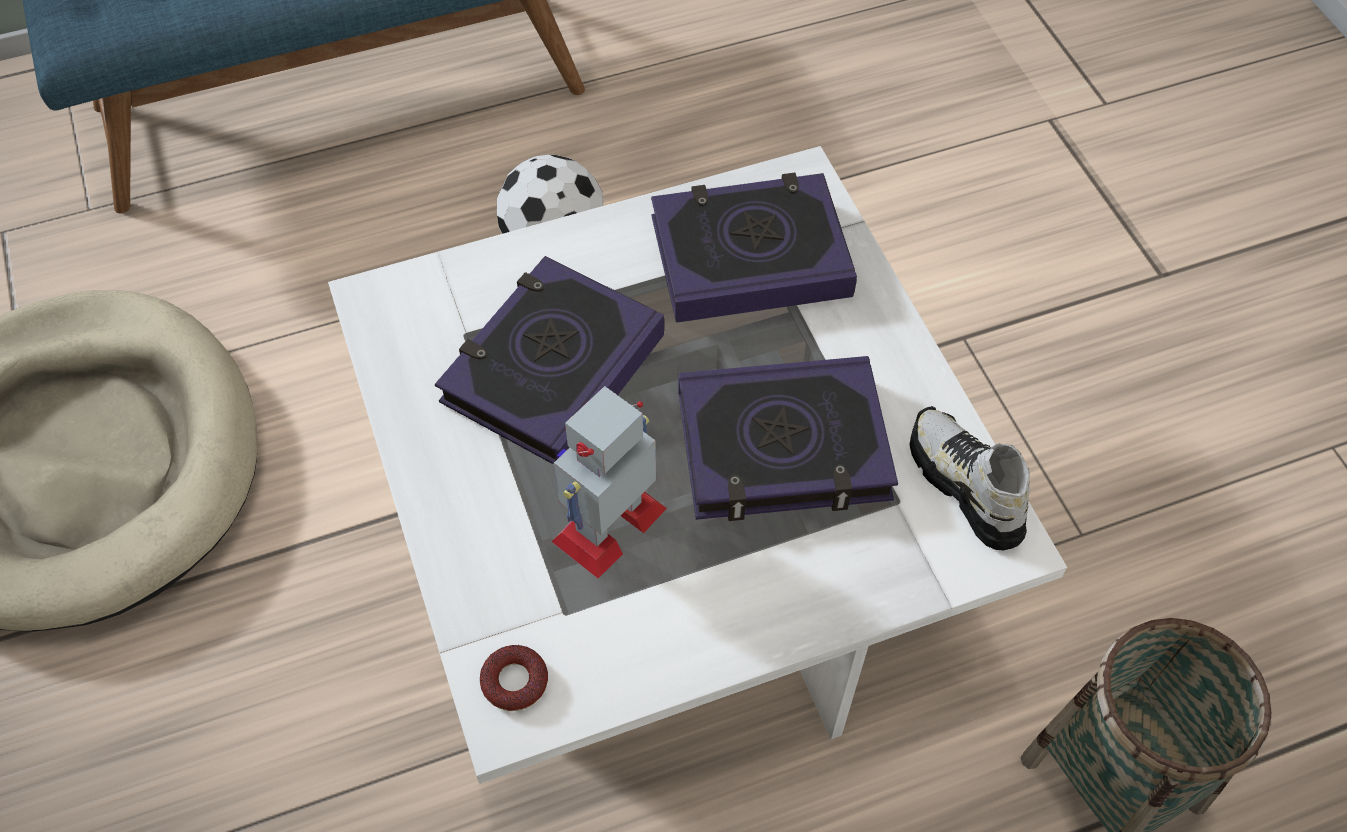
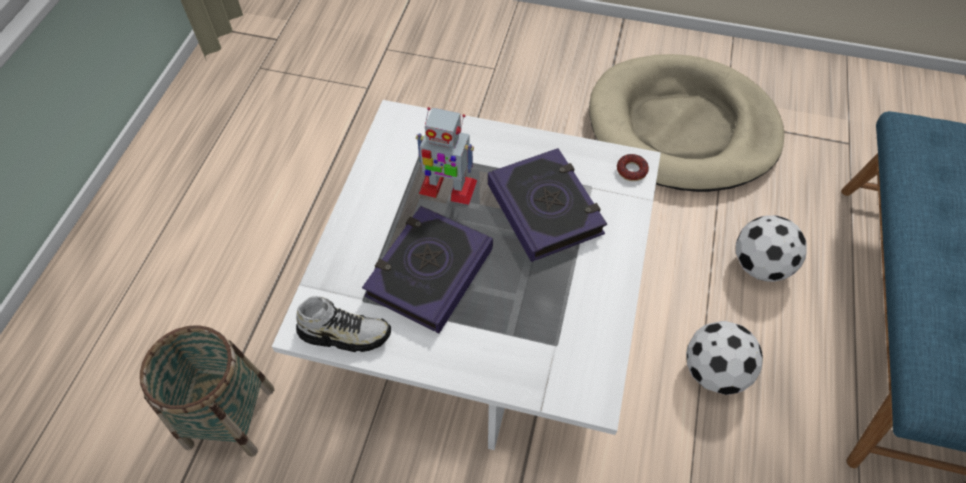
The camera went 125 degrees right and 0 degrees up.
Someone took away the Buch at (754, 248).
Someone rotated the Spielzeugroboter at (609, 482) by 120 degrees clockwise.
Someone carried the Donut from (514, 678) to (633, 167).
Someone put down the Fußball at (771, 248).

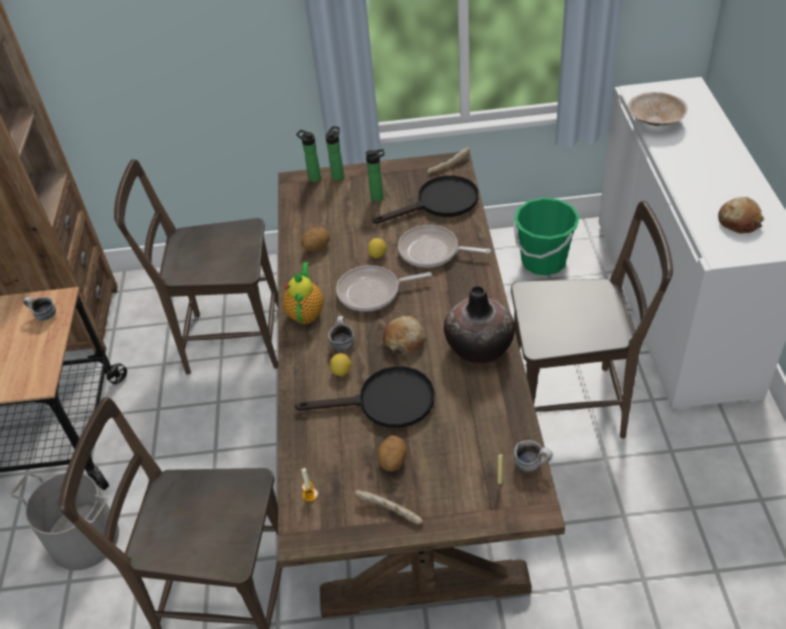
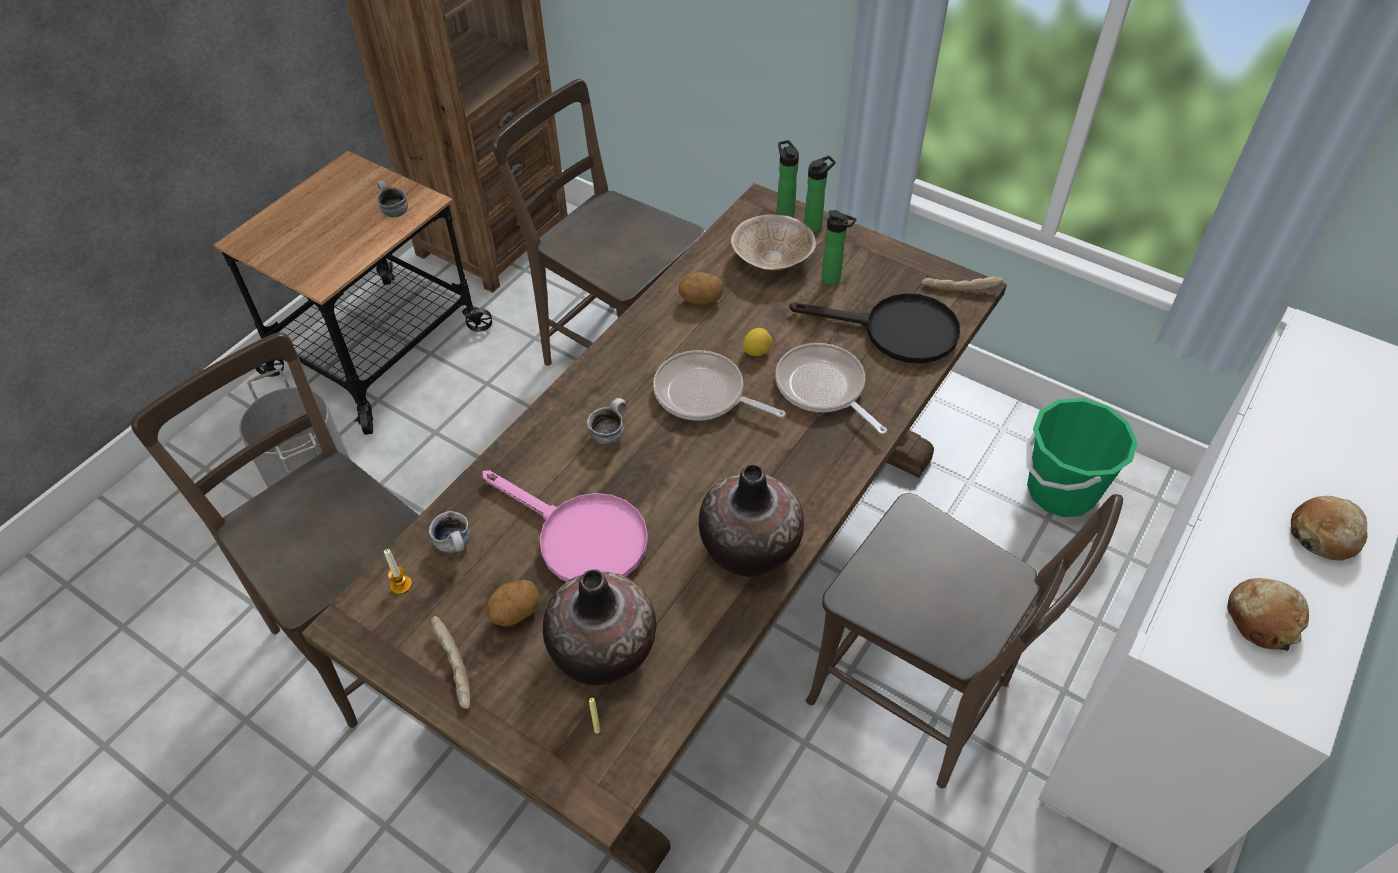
The camera went 35 degrees right and 5 degrees up.
Someone carried the Schüssel [beige] from (658, 109) to (773, 242).
Someone took away the Teekanne at (303, 293).
Someone carried the Brot from (404, 335) to (1329, 528).
Someone took away the Zitrone at (340, 364).
Someone repainted the Pfanne [schwarz] at (365, 397), which became the Pfanne [rosa] at (565, 526).
Someone carried the Henkelbecher from (533, 456) to (449, 532).
Someone put down the Vase at (599, 627).

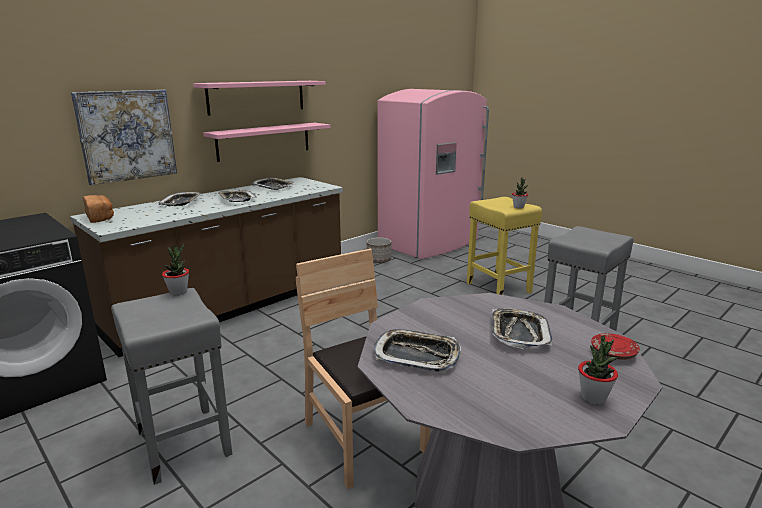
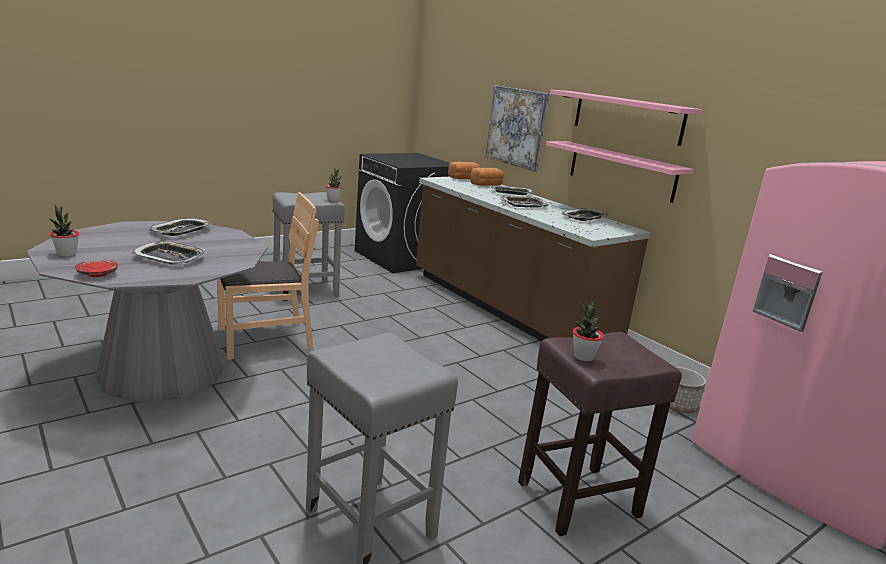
The camera went 95 degrees right and 0 degrees up.
Someone repainted the Hocker [gelb] at (504, 246), which became the Hocker [braun] at (600, 434).
Someone put down the Brot at (487, 177).

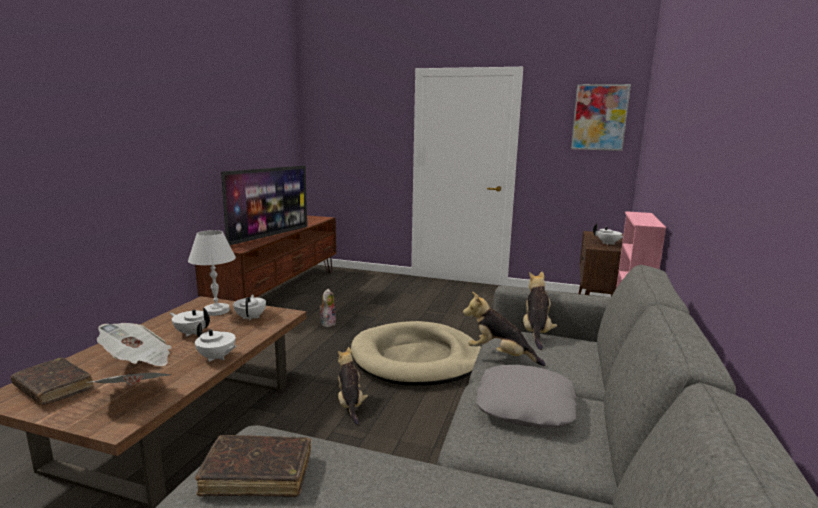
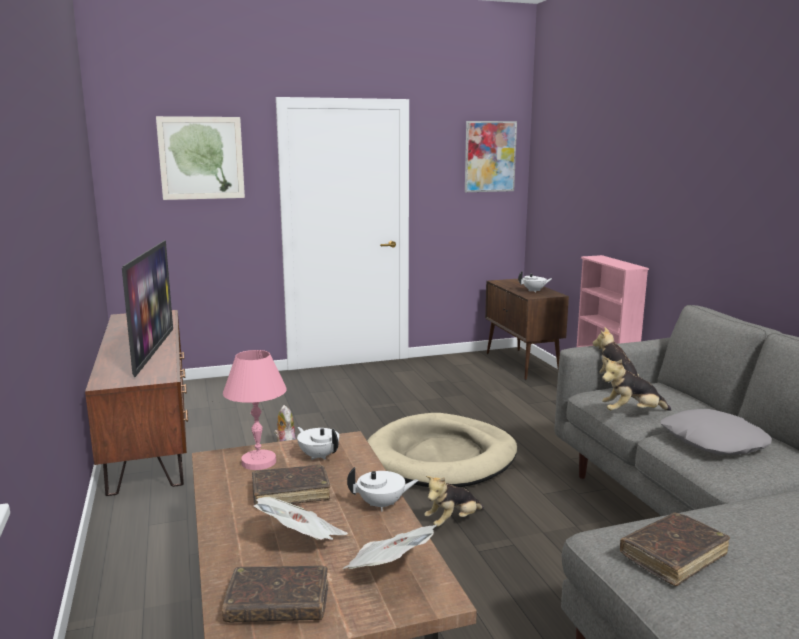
The camera went 35 degrees left and 0 degrees up.
Someone repainted the Tischlampe [weiß] at (212, 273), which became the Tischlampe [rosa] at (255, 410).
Someone swapped the Teekanne [weiß] at (190, 322) for the Buch [braun] at (291, 485).
Someone rotated the Plüschtier at (353, 386) by 75 degrees counterclockwise.
Someone put up the Bild at (200, 158).

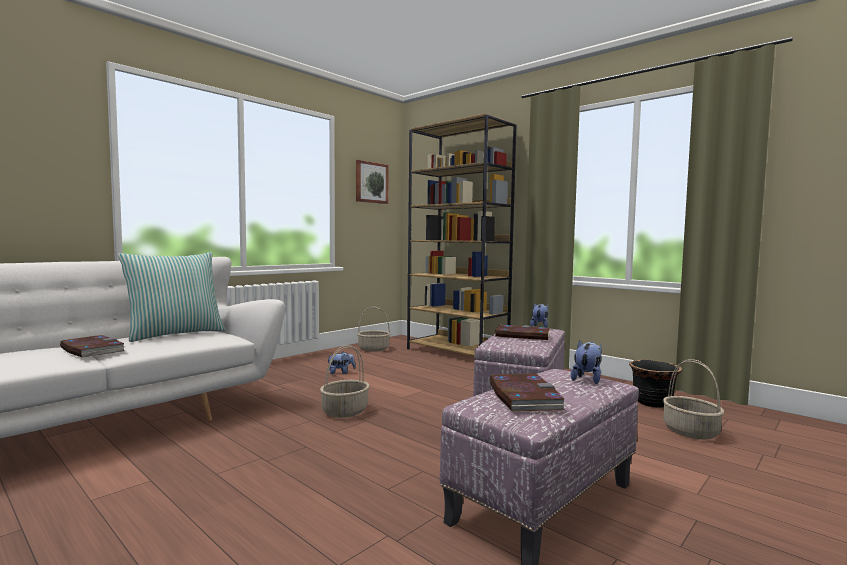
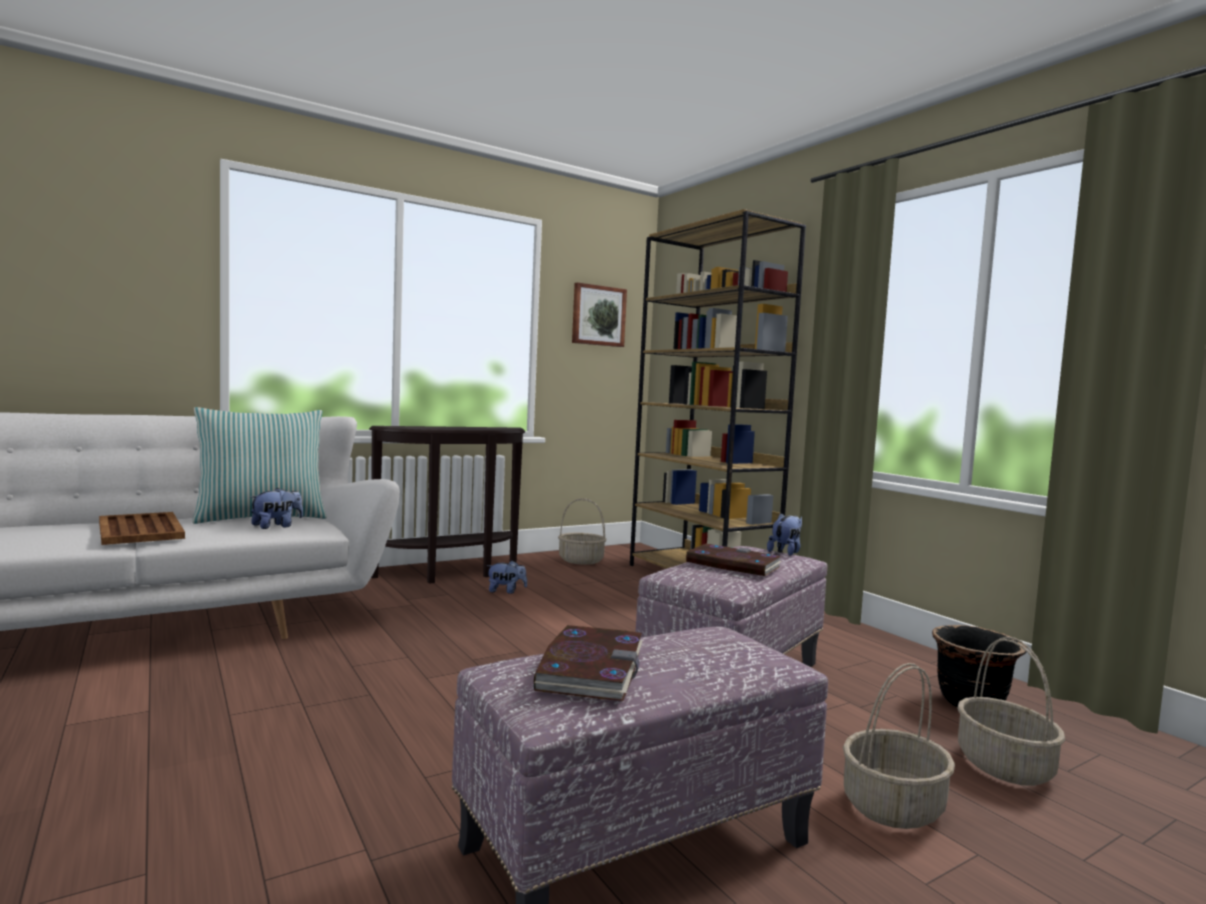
The camera went 15 degrees right and 0 degrees up.
Someone swapped the Buch at (92, 346) for the Tablett [braun] at (142, 528).
Someone carried the Plüschtier from (586, 362) to (276, 508).
Someone carried the Korb from (345, 381) to (899, 746).
Someone put down the Konsolentisch [braun] at (447, 505).

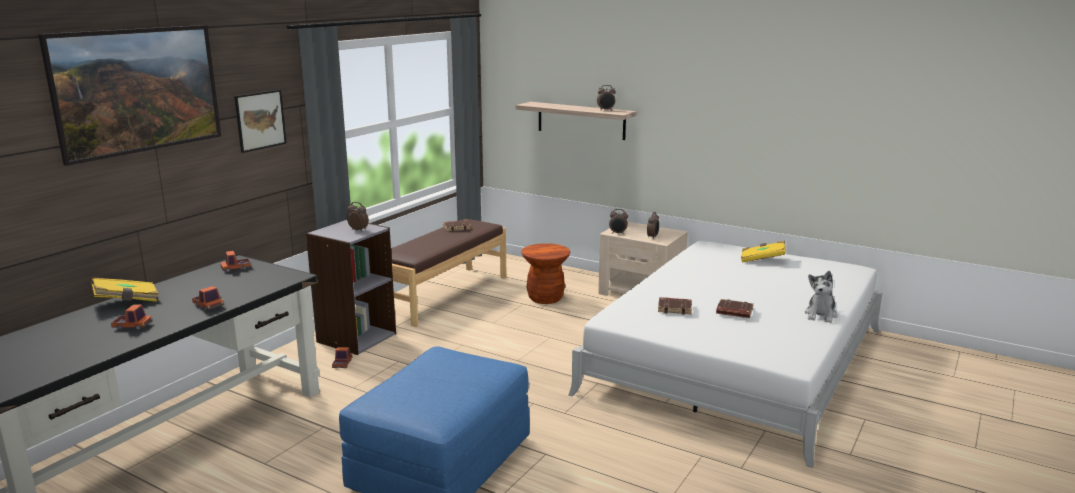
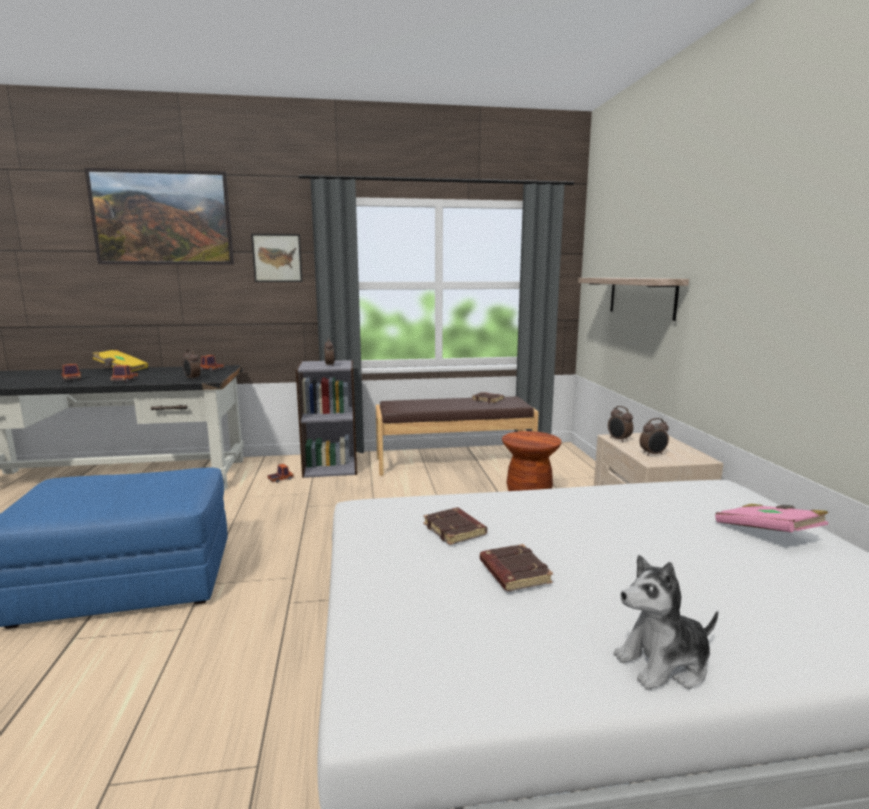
The camera went 50 degrees right and 5 degrees down.
Someone carried the Wecker from (606, 98) to (192, 364).
Someone repainted the Buch [gelb] at (763, 252), which became the Buch [rosa] at (772, 518).

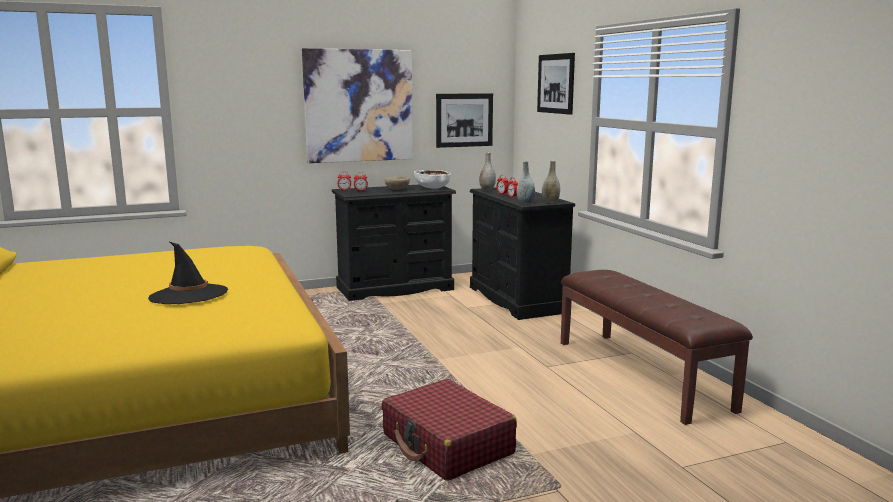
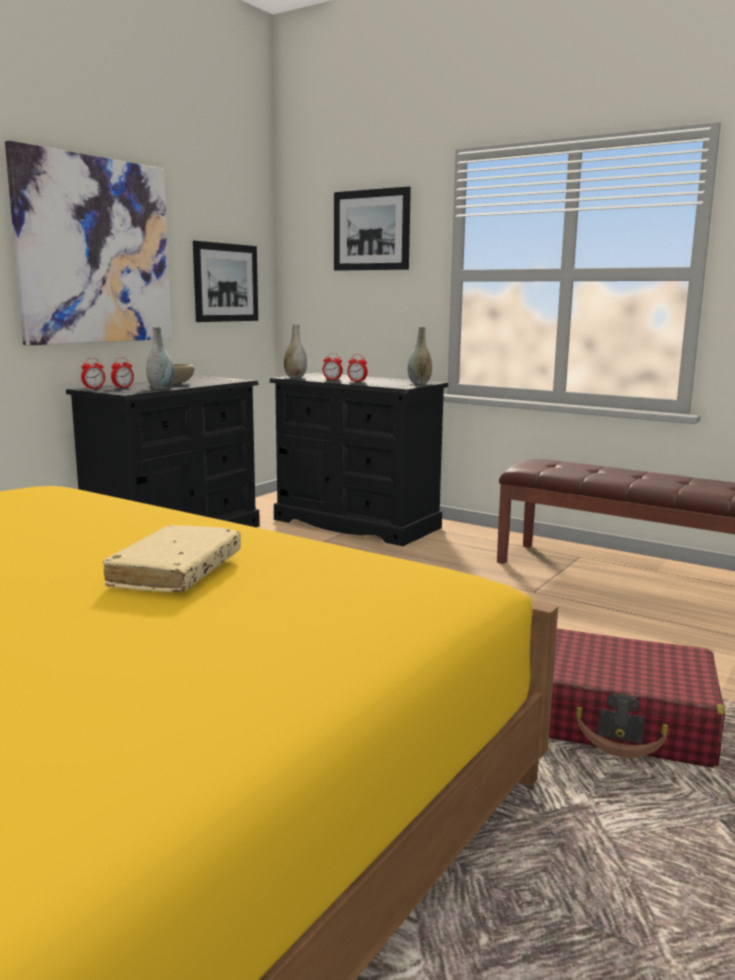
The camera went 35 degrees left and 0 degrees up.
Someone carried the Vase [grau] from (526, 182) to (160, 358).
Someone took away the Schüssel [weiß] at (432, 179).
Someone swapped the Hut [schwarz] at (188, 273) for the Buch [beige] at (171, 558).

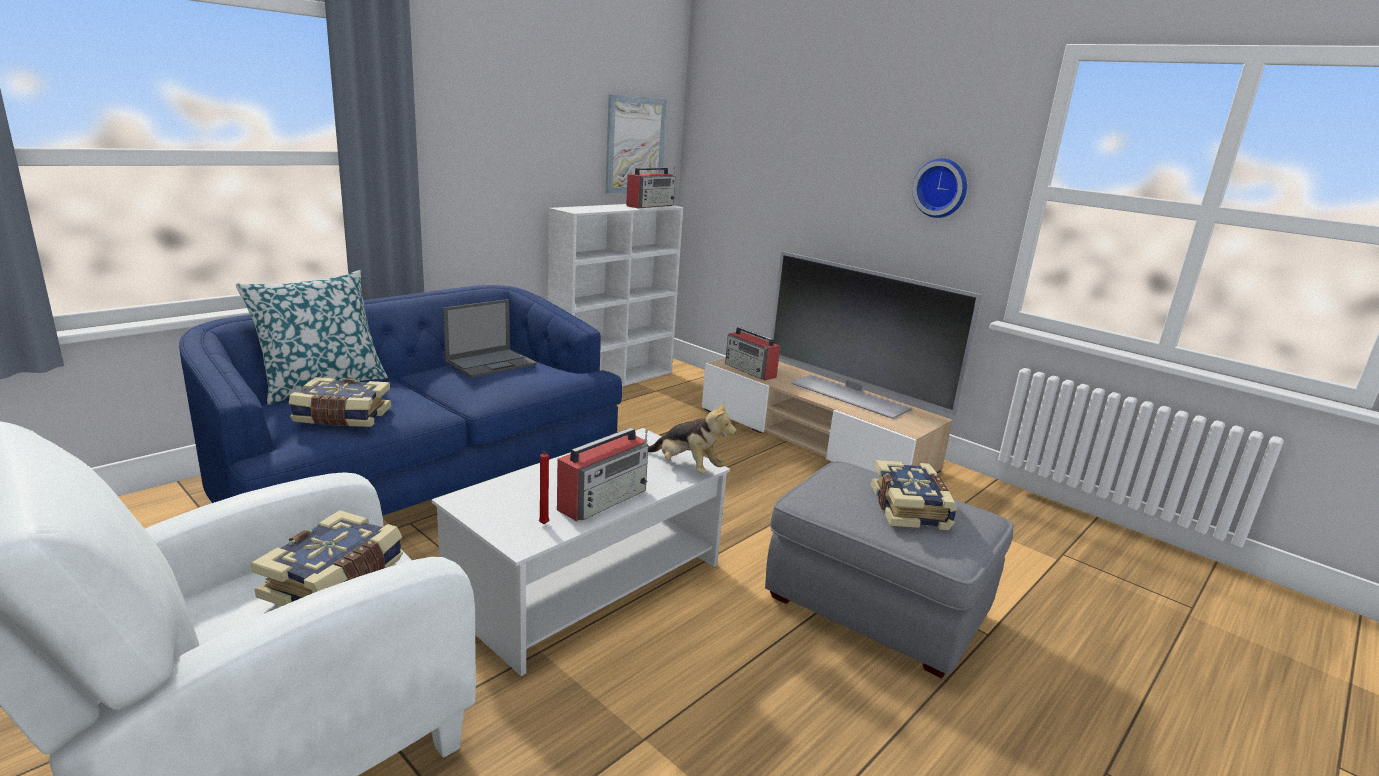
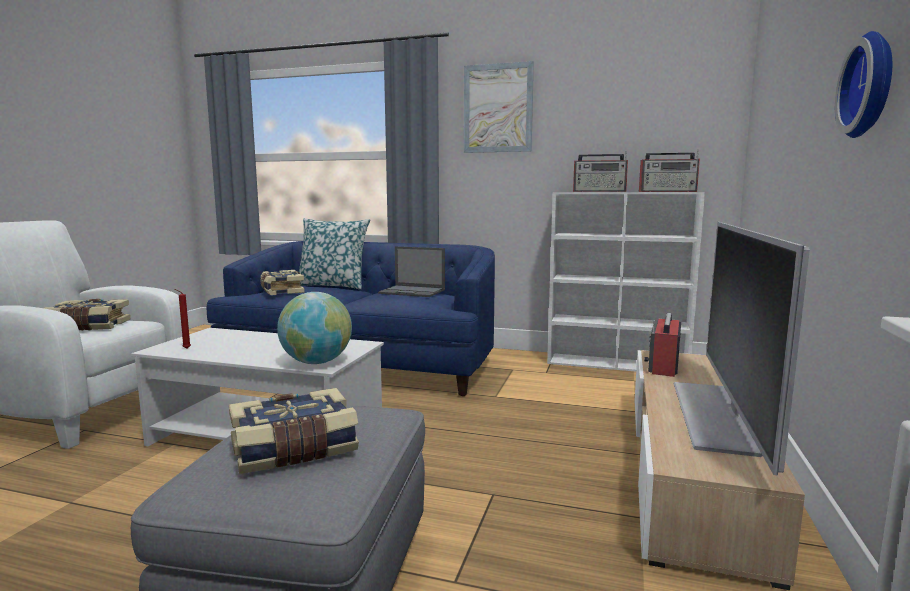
The camera went 65 degrees right and 10 degrees down.
Someone carried the Bild from (636, 144) to (499, 107).
Someone swapped the Plüschtier at (692, 437) for the Globus at (314, 328).
Someone carried the Radio from (602, 474) to (600, 172).

